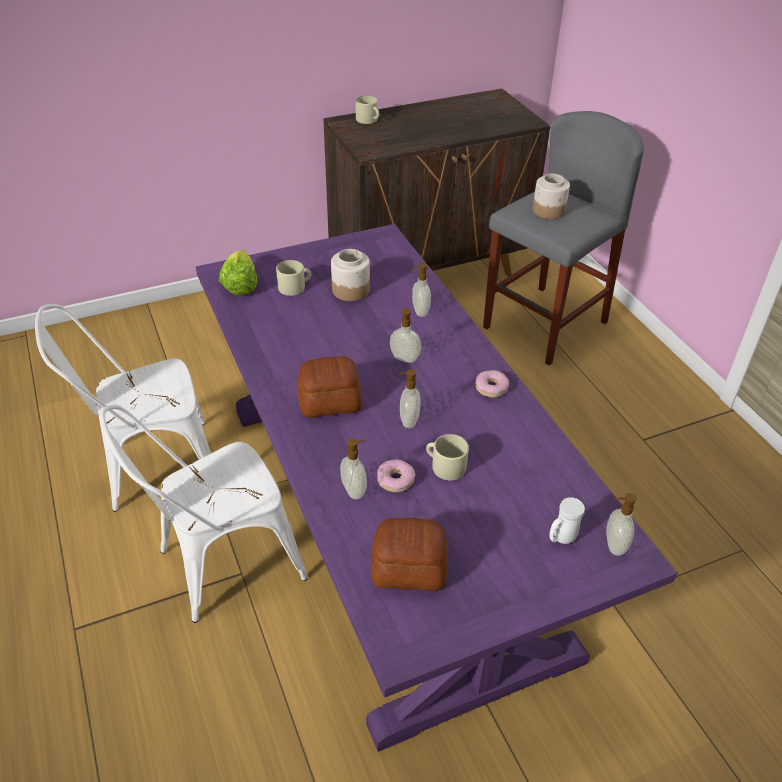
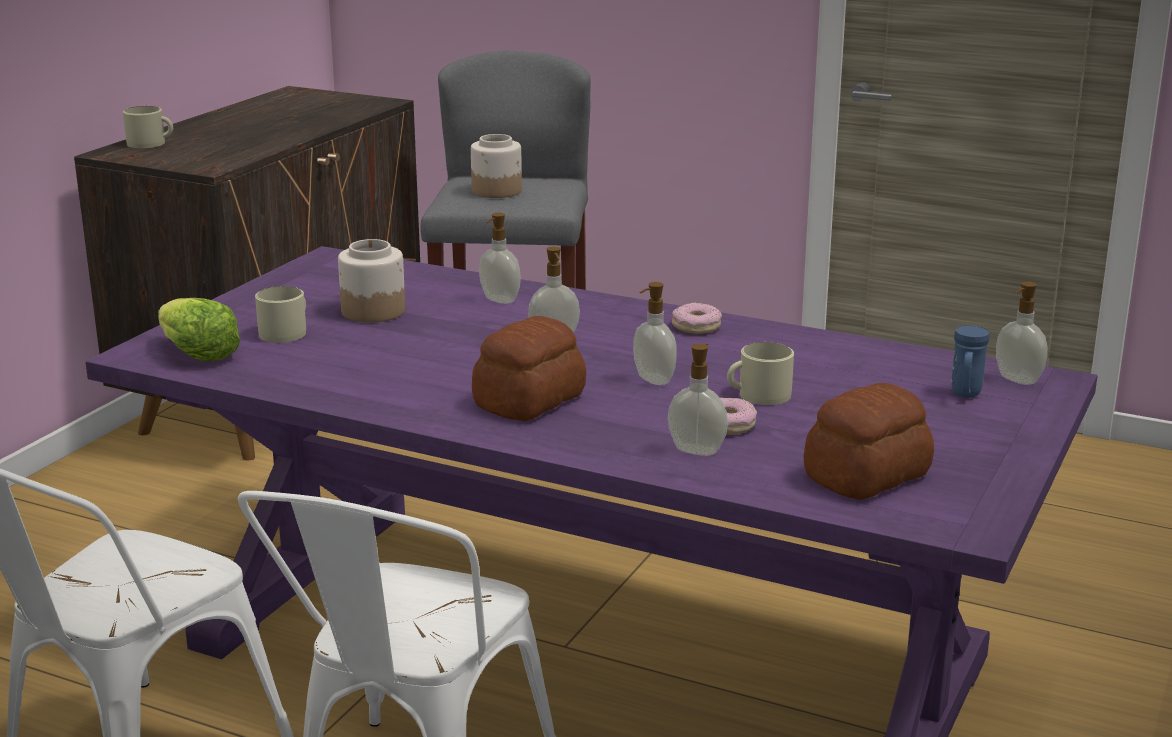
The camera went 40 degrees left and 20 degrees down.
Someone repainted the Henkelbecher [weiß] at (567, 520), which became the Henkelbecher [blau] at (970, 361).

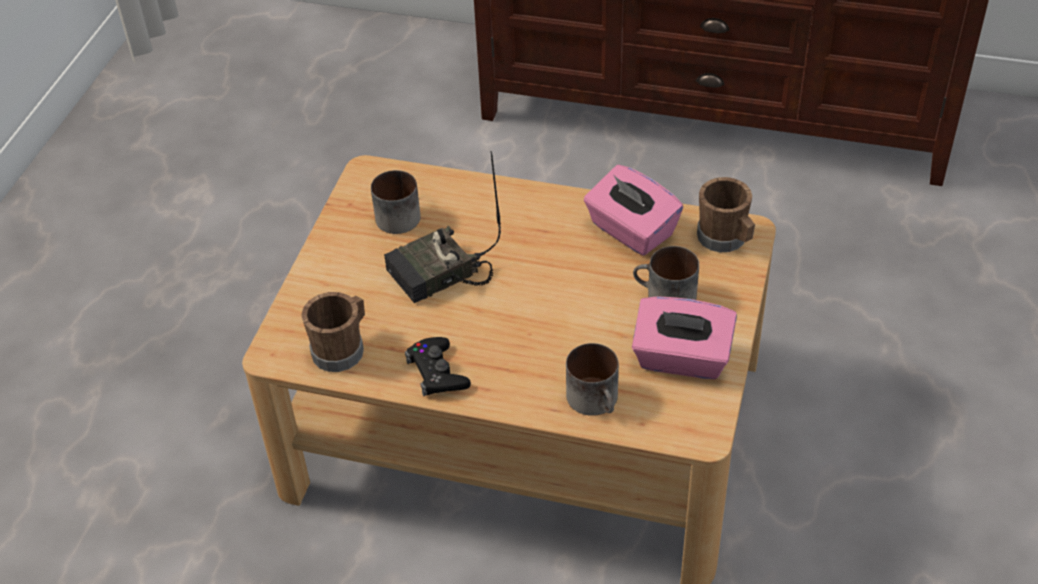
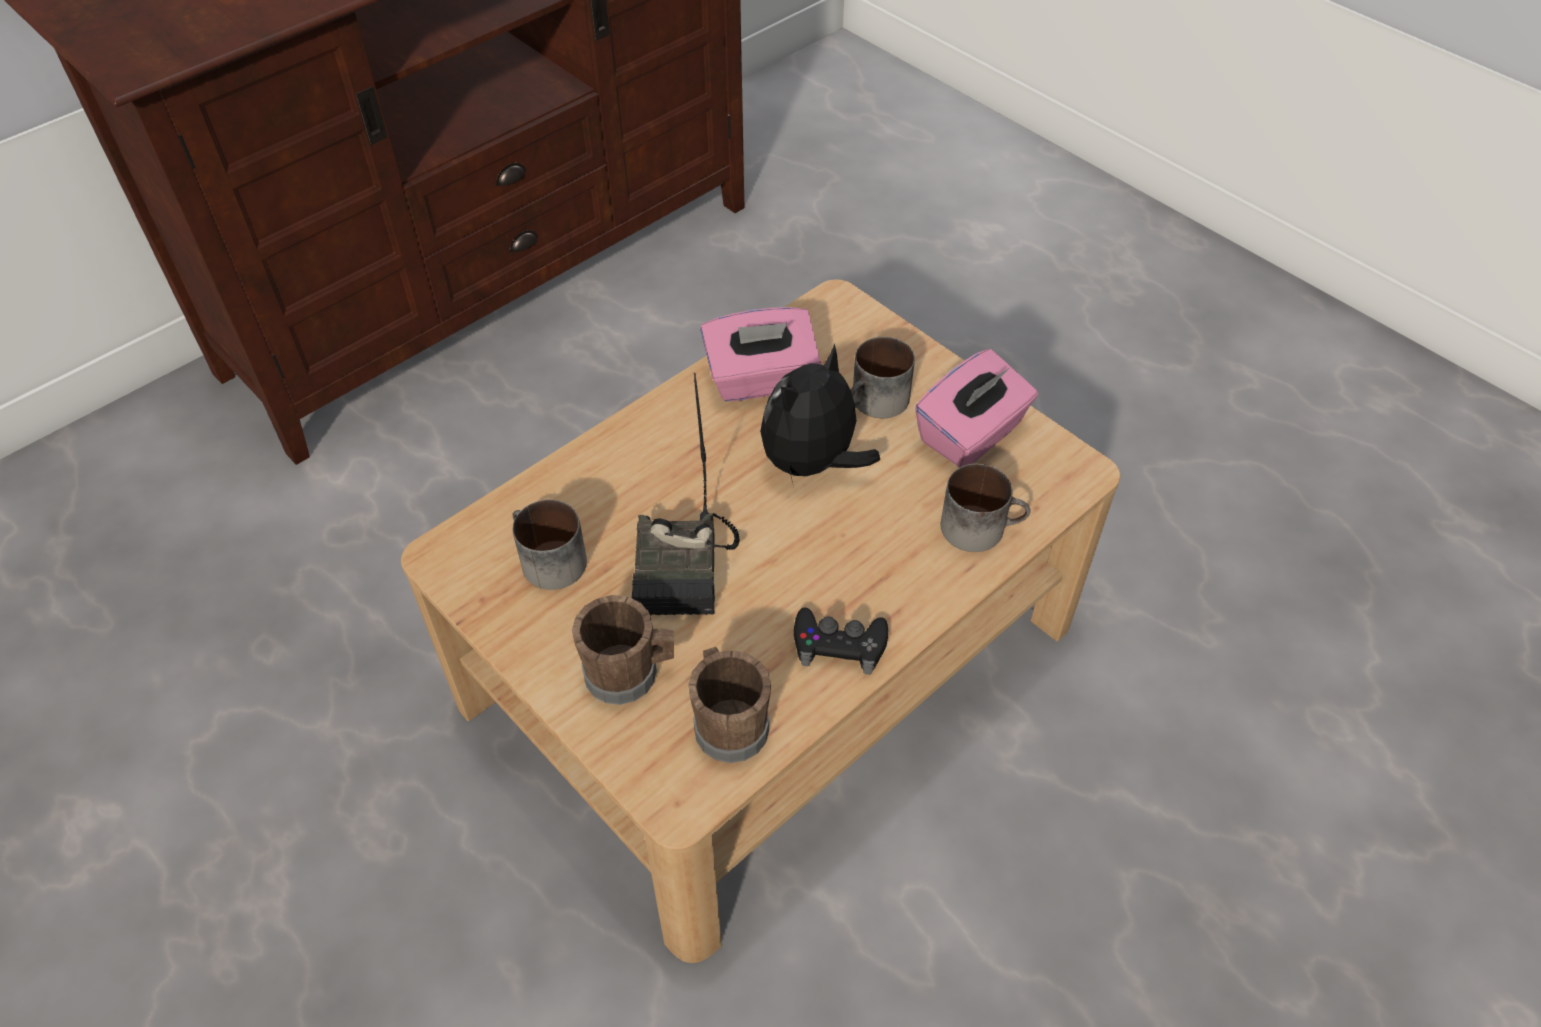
The camera went 60 degrees left and 5 degrees up.
Someone carried the Henkelbecher [braun] from (726, 214) to (623, 650).
Someone put down the Plüschtier at (820, 413).

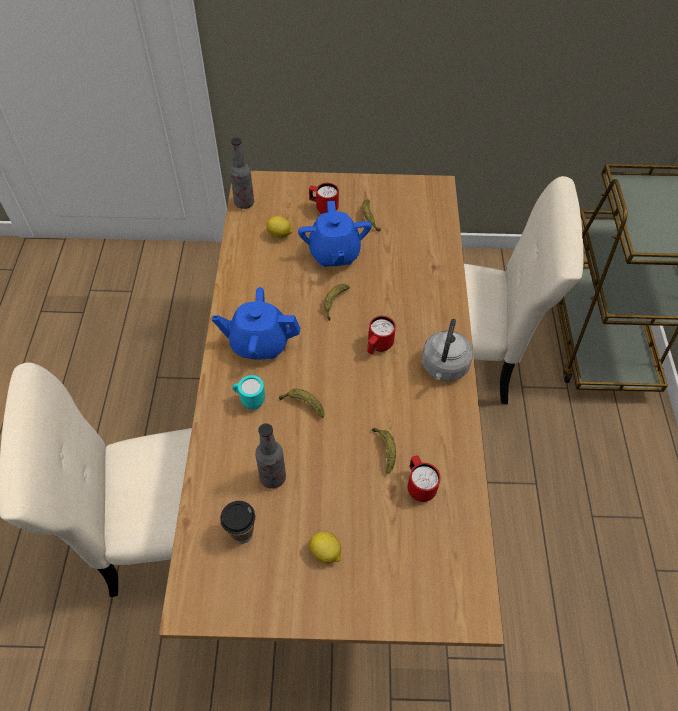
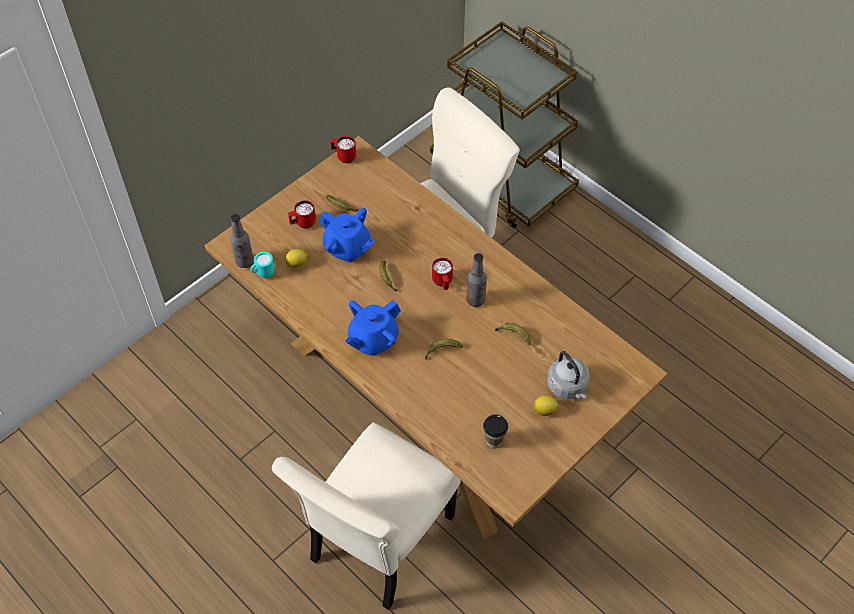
The camera went 45 degrees left and 0 degrees up.
Someone carried the Wasserkessel [grau] from (447, 350) to (568, 375).
Someone carried the Henkelbecher [türkis] from (248, 392) to (262, 265).
Someone carried the Flasche from (270, 456) to (476, 280).
Someone carried the Henkelbecher [rot] from (424, 478) to (343, 149).

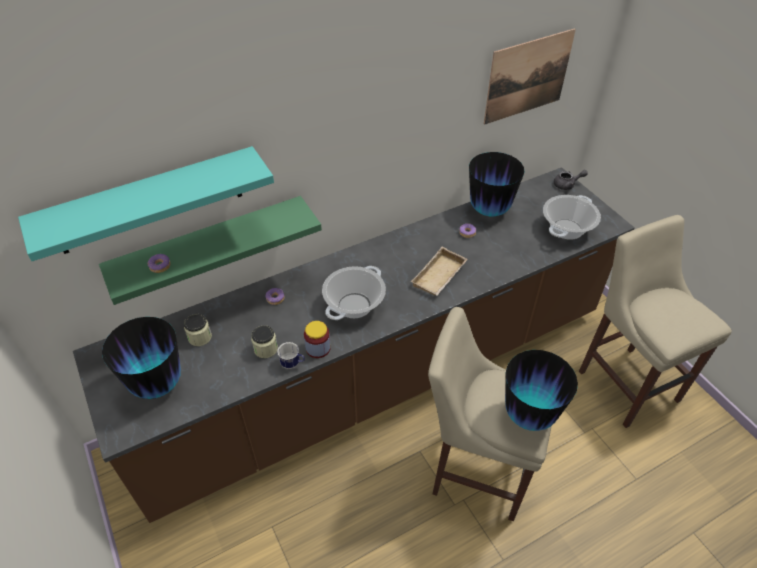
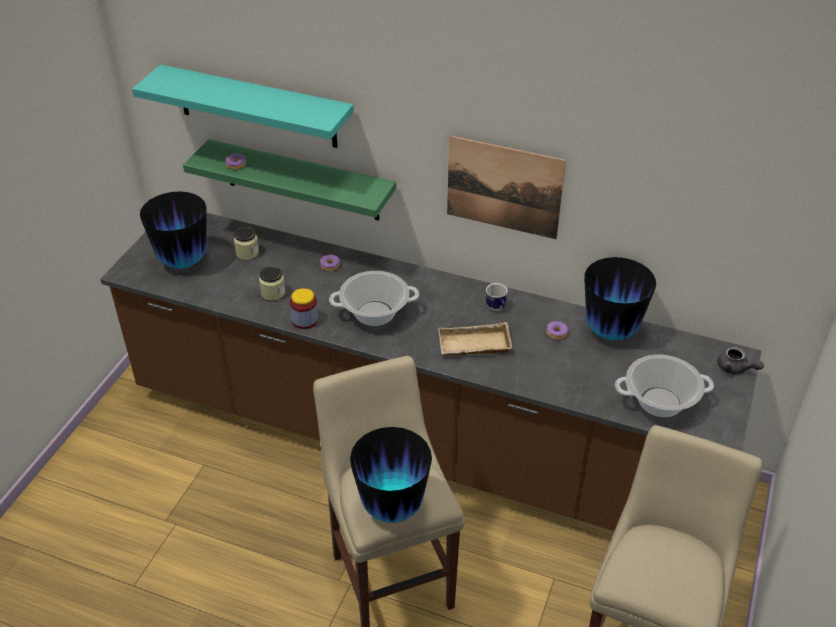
The camera went 50 degrees right and 5 degrees down.
Someone carried the Bild from (530, 76) to (506, 187).
Someone carried the Henkelbecher from (291, 355) to (497, 297).

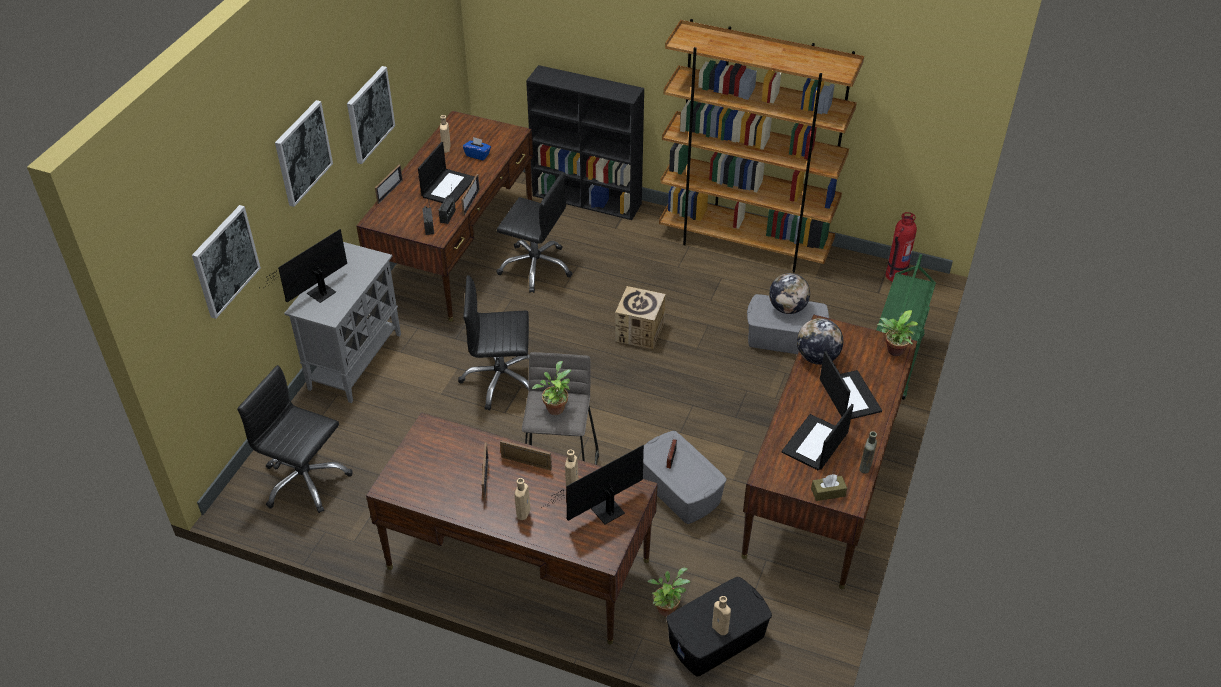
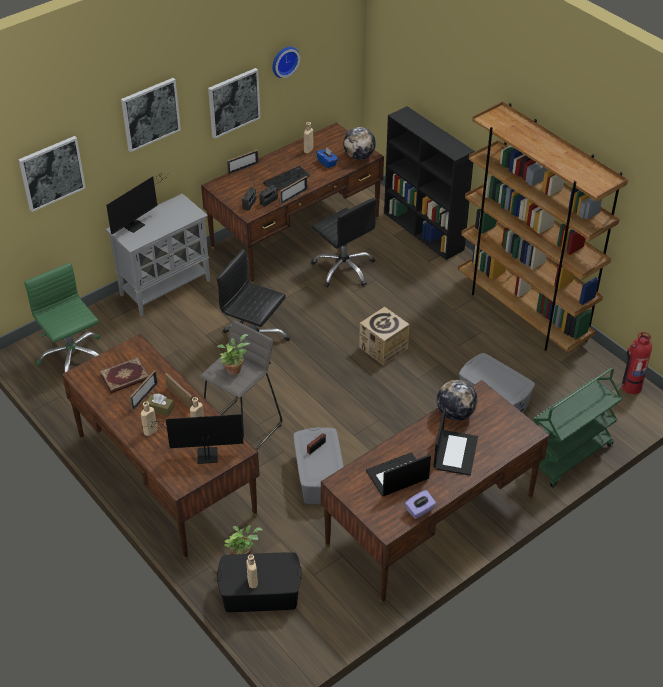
The camera went 30 degrees right and 0 degrees up.
Someone swapped the Laptop at (446, 172) for the Tastatur at (286, 178).
Someone rotated the Monitor at (305, 266) by 150 degrees clockwise.
Someone carried the Globus from (789, 293) to (359, 143).
Someone took away the Topfpflanze at (897, 333).
Someone repainted the Bürostuhl [schwarz] at (295, 439), which became the Bürostuhl [grün] at (62, 317).
Someone swapped the Flasche [braun] at (868, 452) for the Taschentuchbox [lila] at (420, 504).
Someone carried the Taschentuchbox [braun] from (829, 487) to (160, 405).
Someone put up the Wanduhr at (286, 62).
Someone put down the Buch at (124, 375).

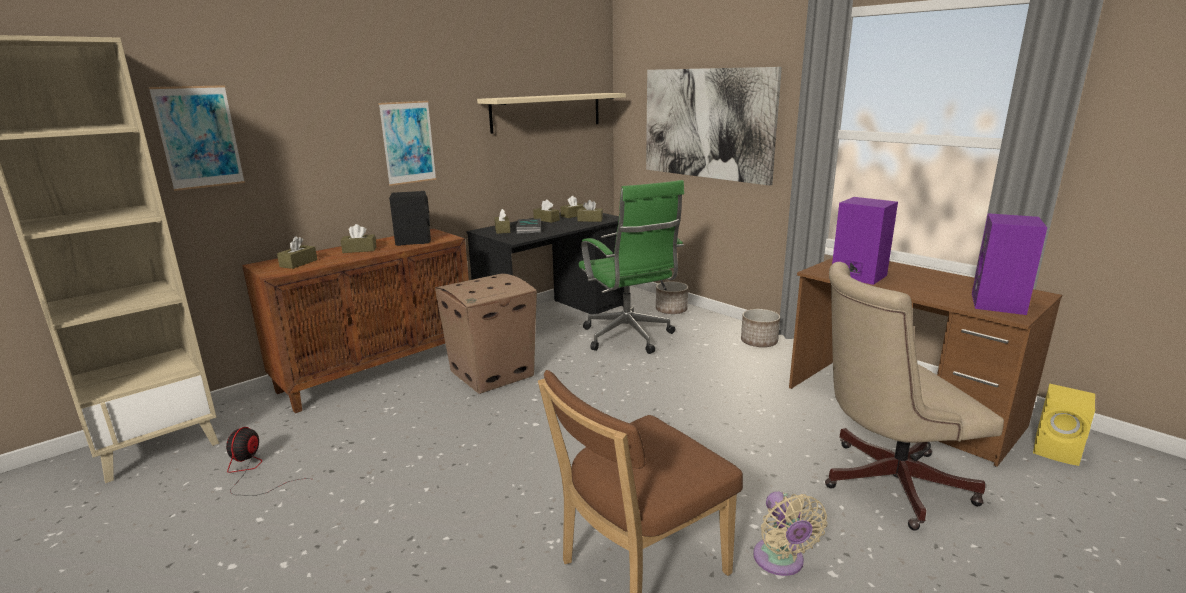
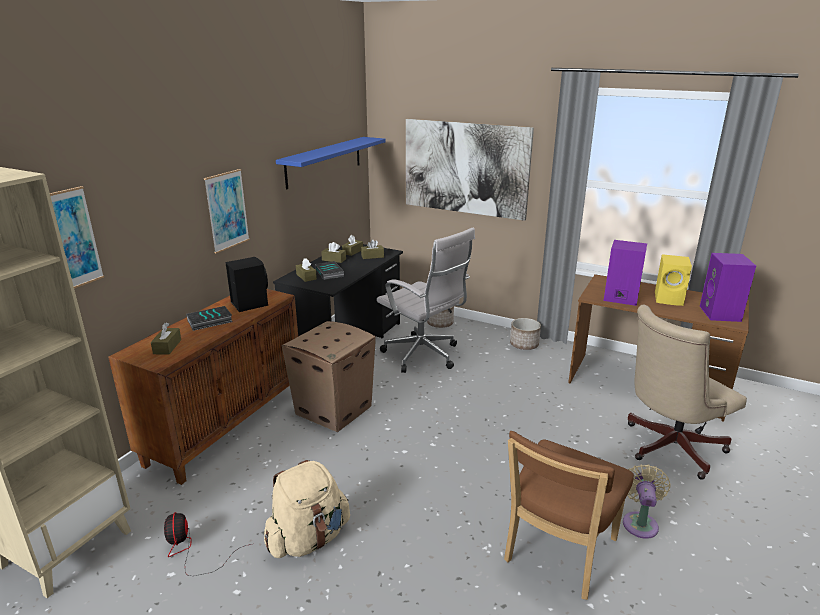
The camera went 20 degrees left and 5 degrees up.
Someone repainted the Wandregal [beige] at (551, 113), which became the Wandregal [blau] at (330, 163).
Someone repainted the Bürostuhl [grün] at (631, 267), which became the Bürostuhl [weiß] at (426, 300).
Someone swapped the Taschentuchbox [braun] at (358, 238) for the Buch at (209, 318).
Someone carried the Lautsprecher [gelb] from (1064, 424) to (673, 280).
Someone rotated the Ventilator [beige] at (790, 533) by 135 degrees counterclockwise.
Someone put down the Rucksack [beige] at (307, 509).

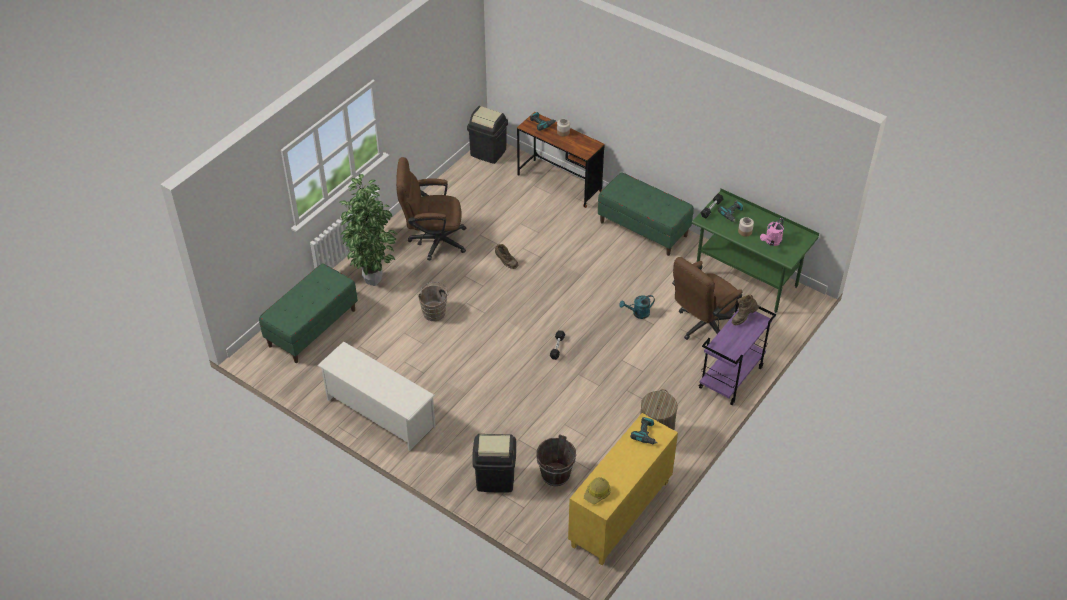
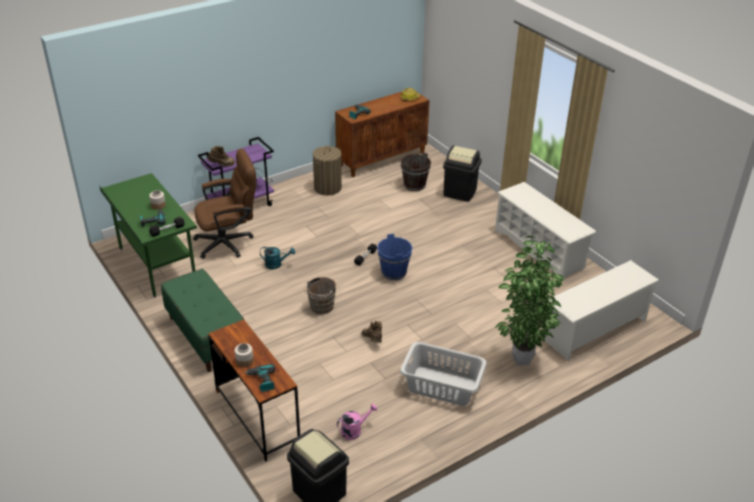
The camera went 160 degrees left and 10 degrees down.
Someone swapped the Bürostuhl [braun] at (431, 209) for the Wäschekorb [grau] at (443, 374).
Someone carried the Gießkanne [rosa] from (772, 232) to (357, 421).
Someone swapped the Bank [grün] at (308, 313) for the Schuhregal [weiß] at (602, 310).
Someone carried the Eimer [braun] from (433, 301) to (320, 295).
Someone repainted the Schrank [gelb] at (623, 489), which became the Schrank [braun] at (382, 134).
Someone put down the Eimer [blau] at (394, 257).

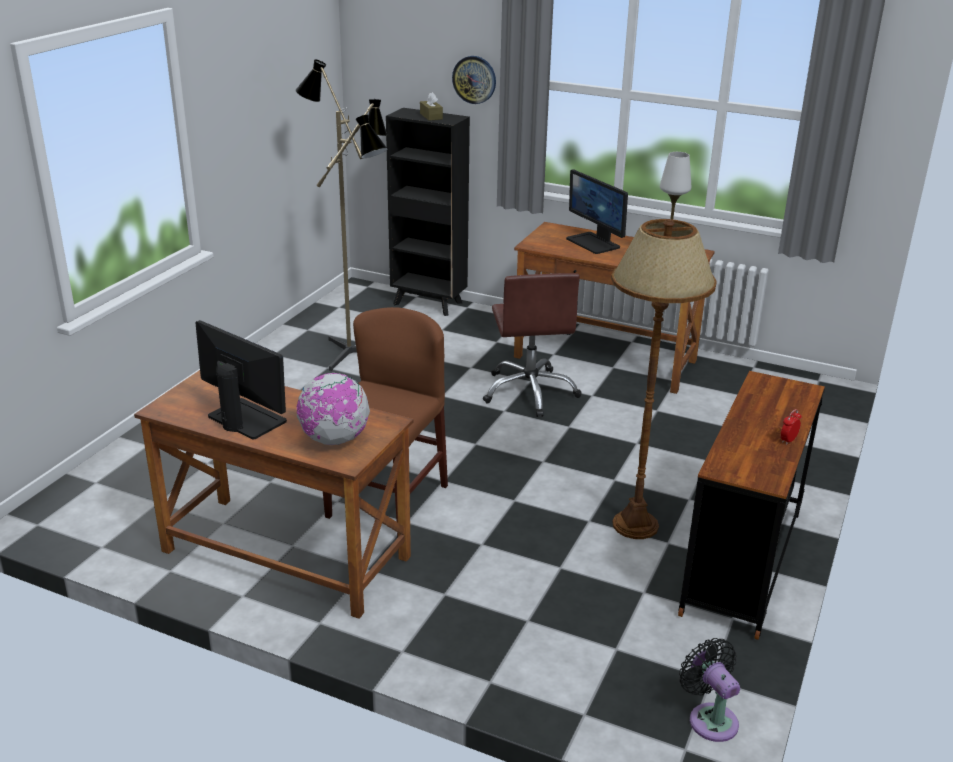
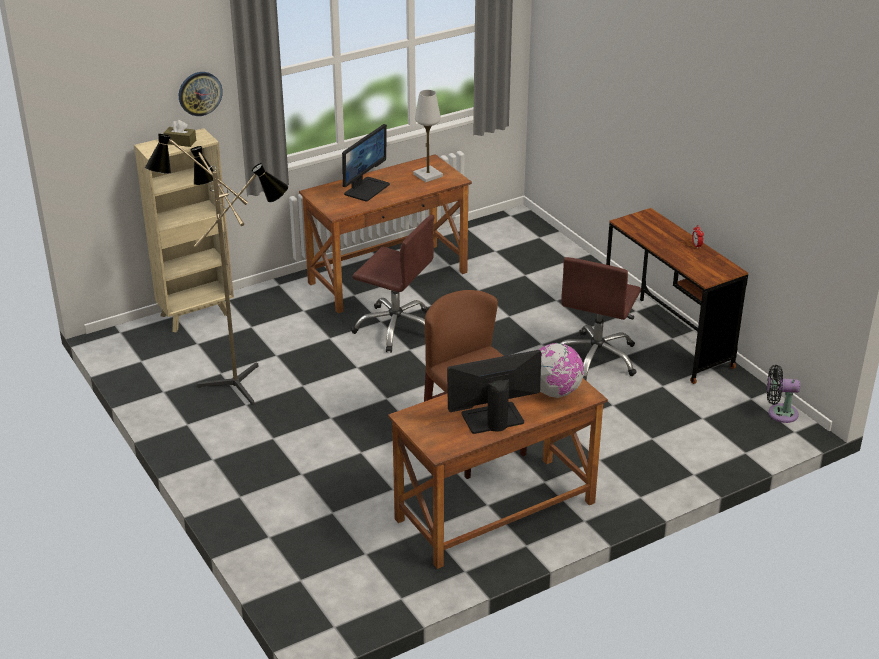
The camera went 55 degrees left and 5 degrees up.
Someone repainted the Bücherregal [schwarz] at (428, 212), which became the Bücherregal [beige] at (184, 230).
Someone rotated the Monitor at (597, 211) by 60 degrees counterclockwise.
Someone swapped the Stehlampe [braun] at (664, 379) for the Bürostuhl [braun] at (601, 318).

